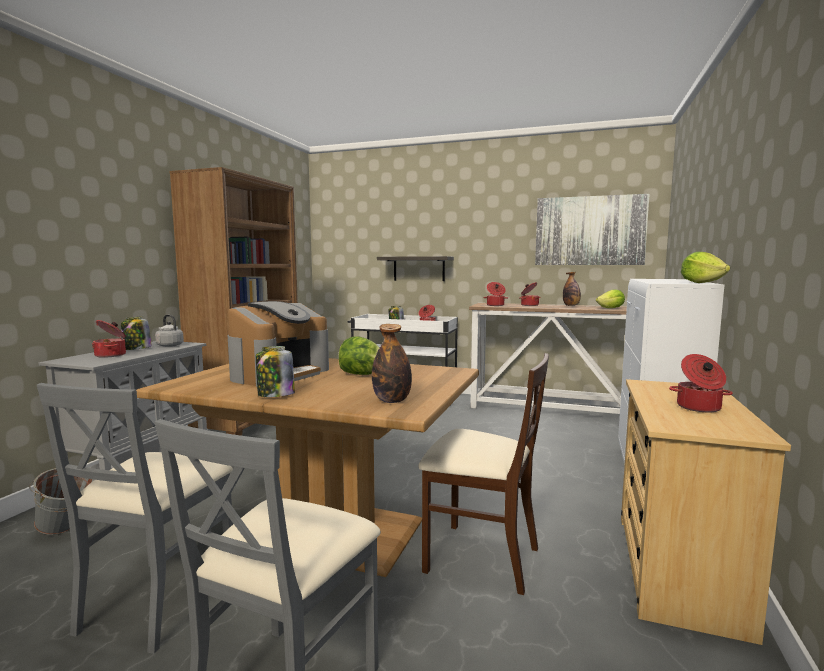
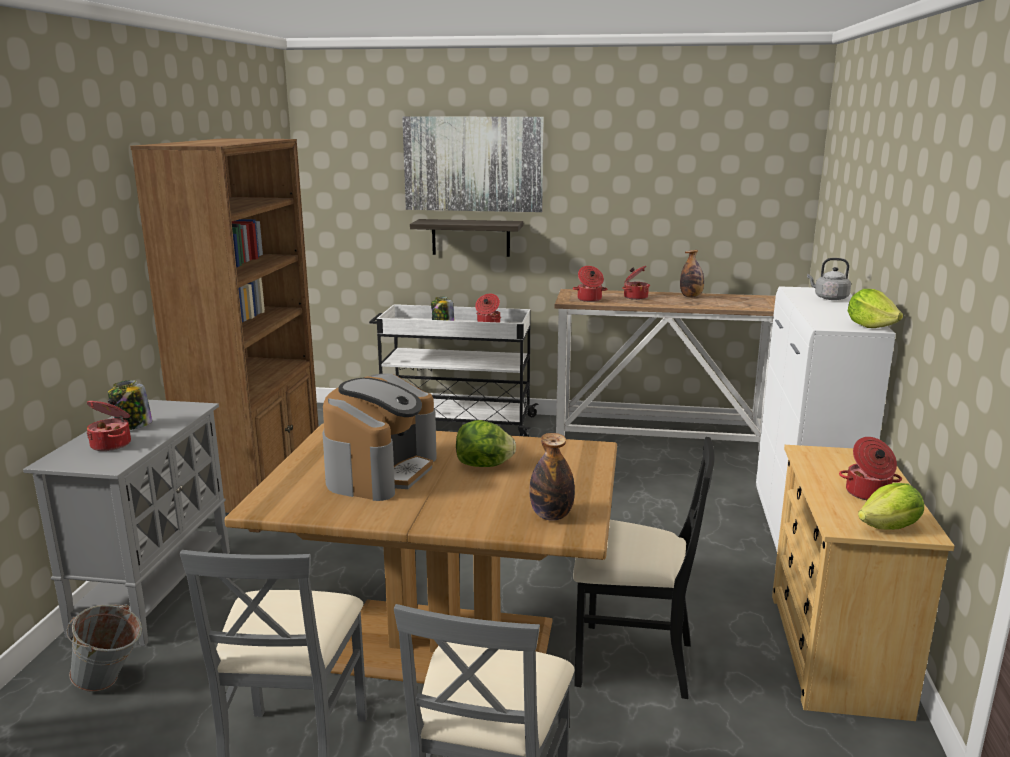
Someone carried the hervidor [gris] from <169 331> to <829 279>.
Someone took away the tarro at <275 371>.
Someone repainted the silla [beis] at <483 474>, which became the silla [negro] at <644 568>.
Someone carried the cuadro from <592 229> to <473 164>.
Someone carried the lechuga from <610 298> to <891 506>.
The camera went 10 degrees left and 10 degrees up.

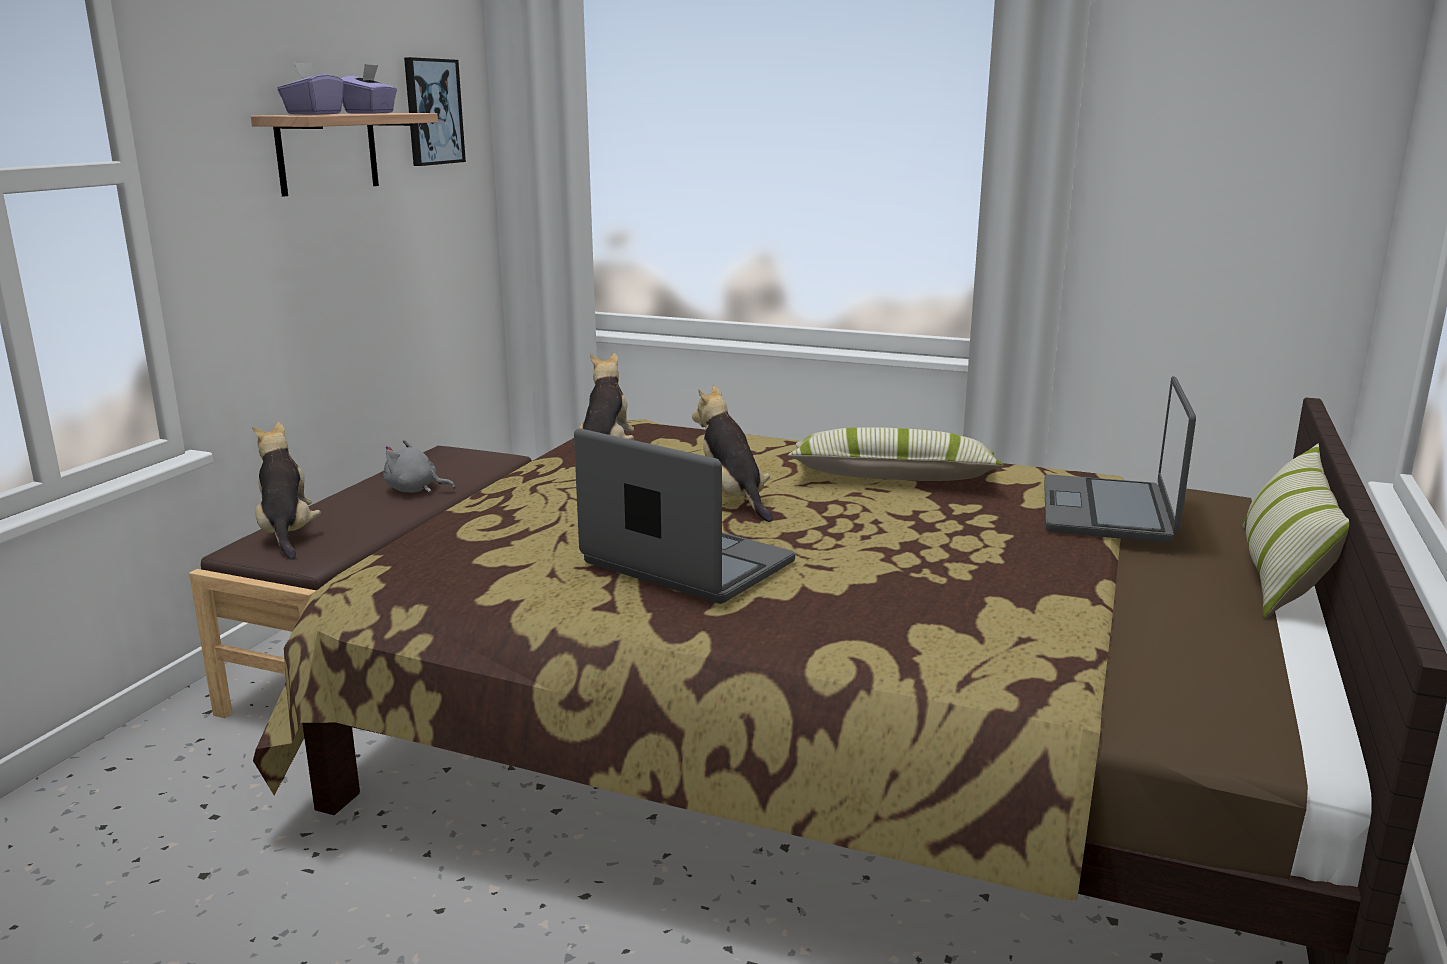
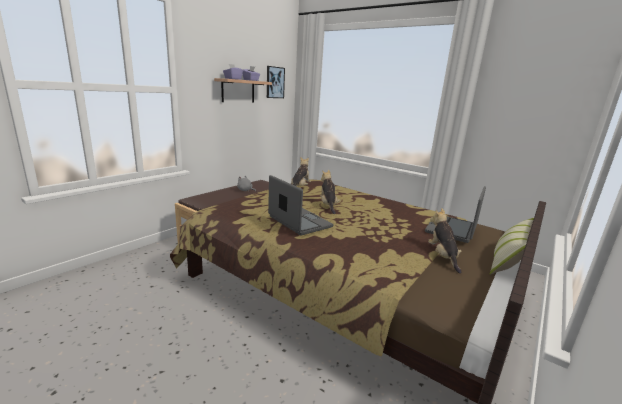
Someone carried the peluche from <286 490> to <444 241>.
Someone took away the cojín at <896 454>.
The camera went 15 degrees right and 0 degrees up.

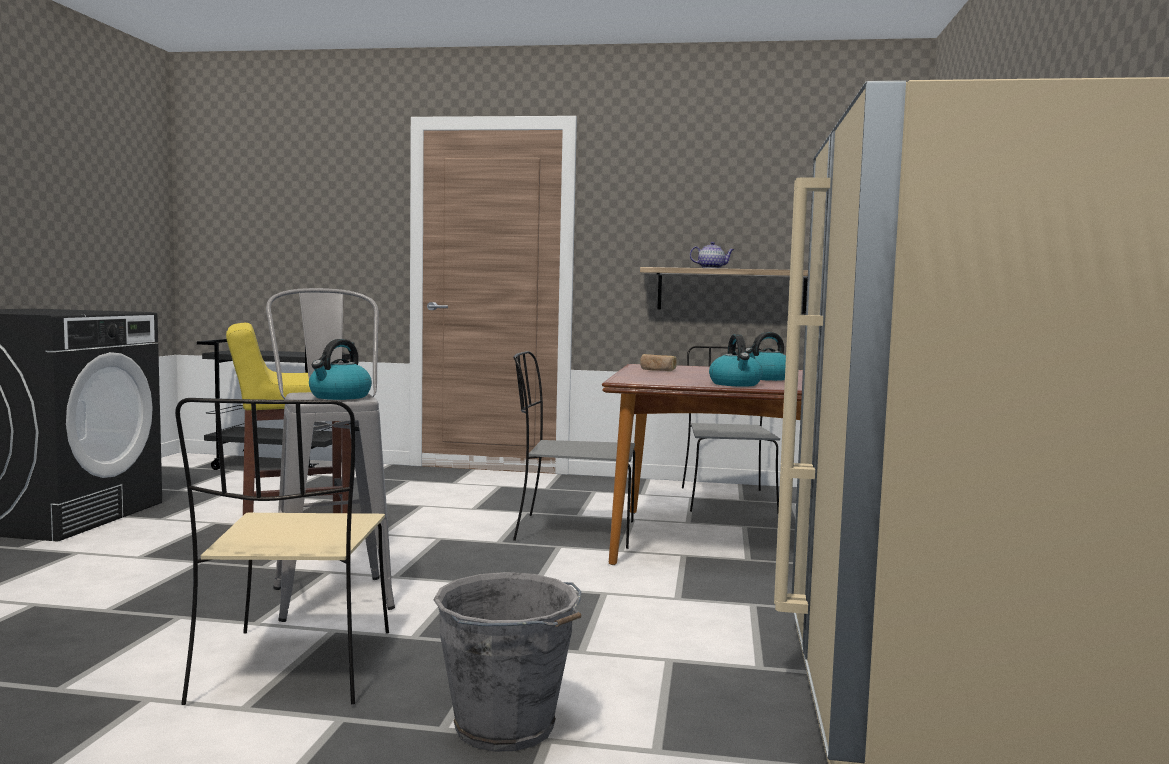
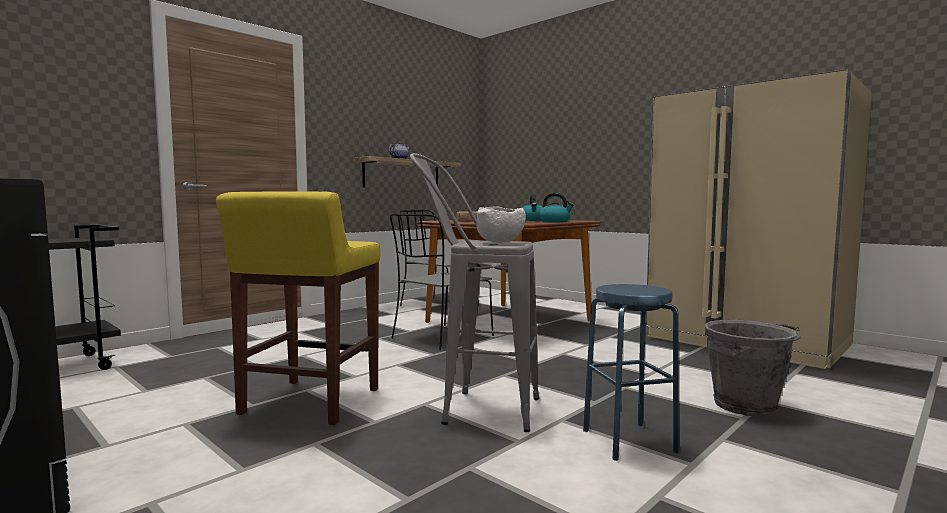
Someone swapped the silla [beis] at <282 551> for the taburete [azul] at <631 372>.
Someone swapped the hervidor at <340 369> for the cuenco [blanco] at <501 225>.
The camera went 55 degrees left and 0 degrees up.

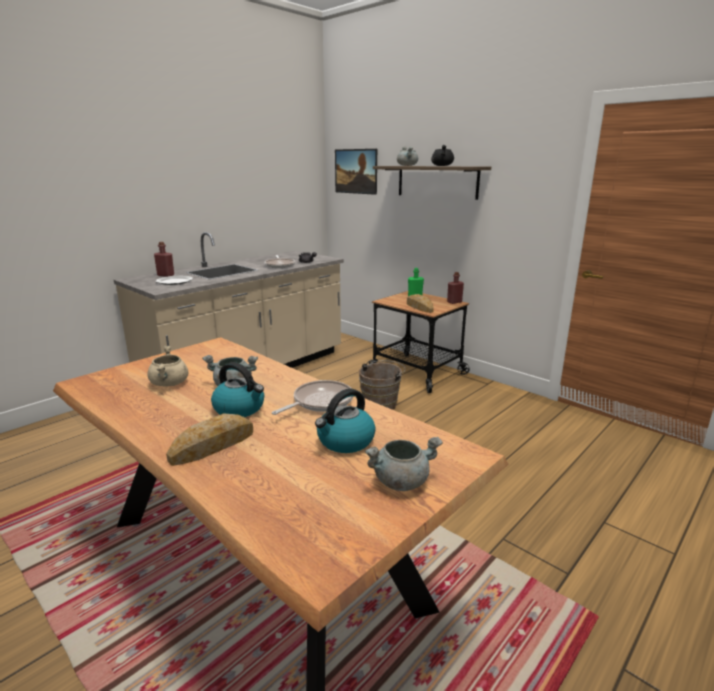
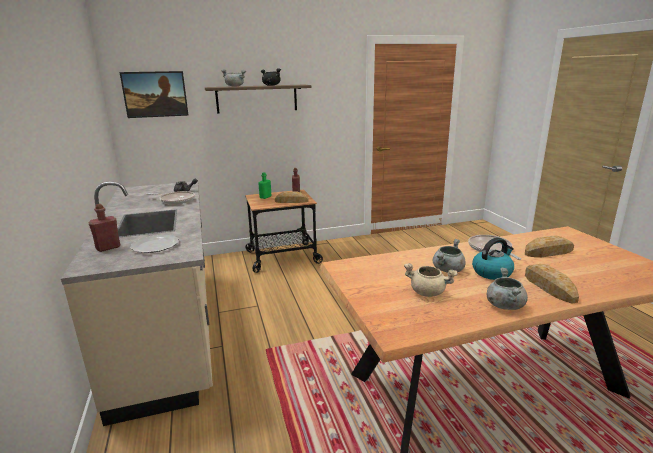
Someone swapped the hervidor at <345 421> for the pan at <549 246>.
Someone took away the cubo [marrón] at <382 385>.
Someone carried the olla [gris] from <404 464> to <507 289>.
The camera went 60 degrees left and 0 degrees up.

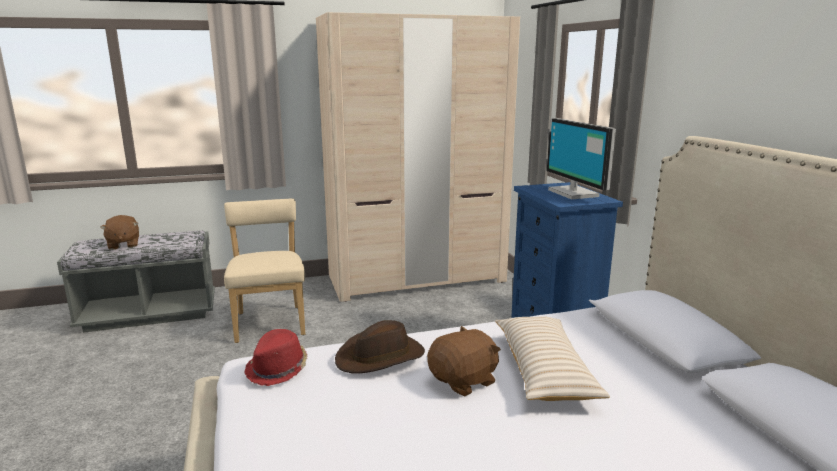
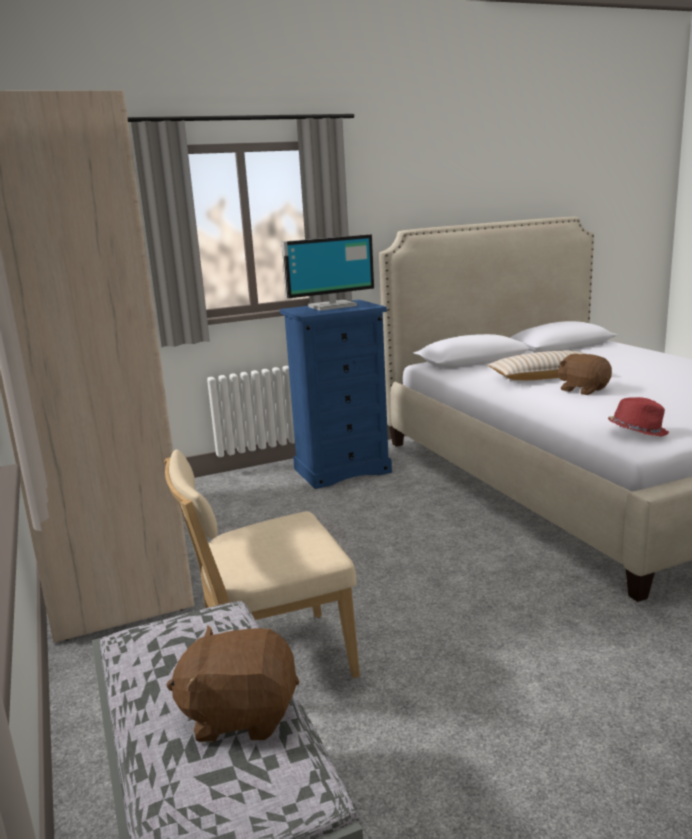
Someone rotated the peluche [marrón] at <119 232> by 150 degrees counterclockwise.
Someone took away the sombrero [marrón] at <380 347>.
The camera went 95 degrees left and 0 degrees up.

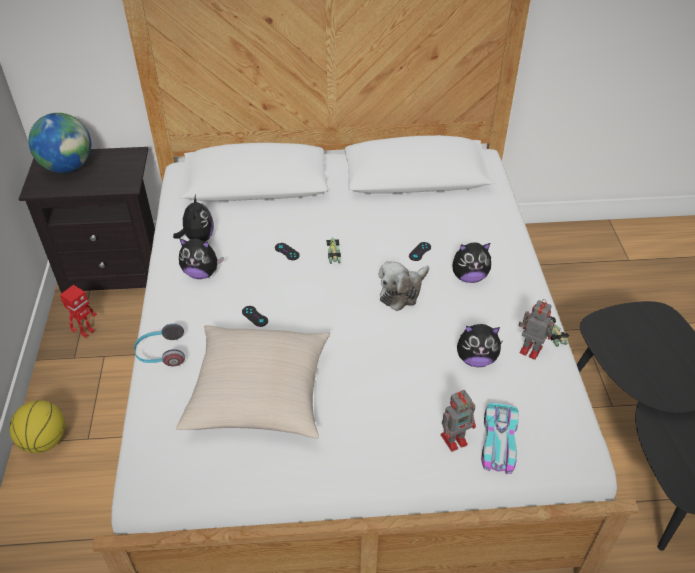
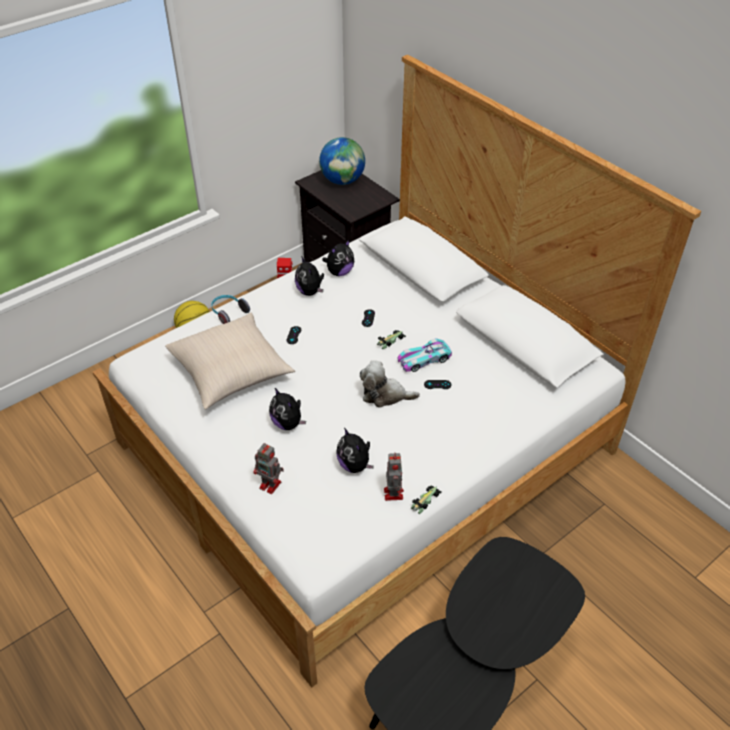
Someone carried the peluche from <471 262> to <287 409>.
Someone carried the coche de juguete from <500 438> to <425 355>.
The camera went 55 degrees right and 0 degrees up.

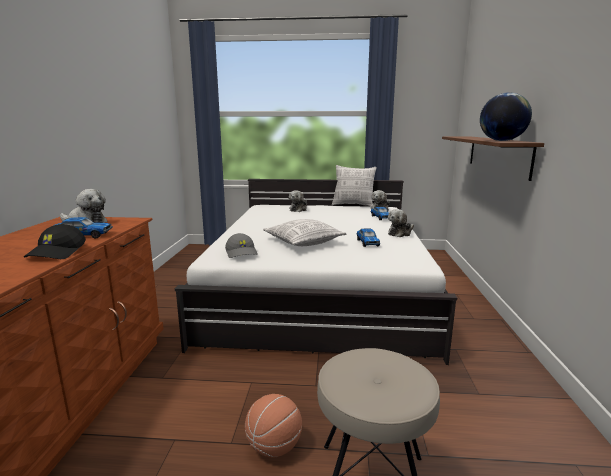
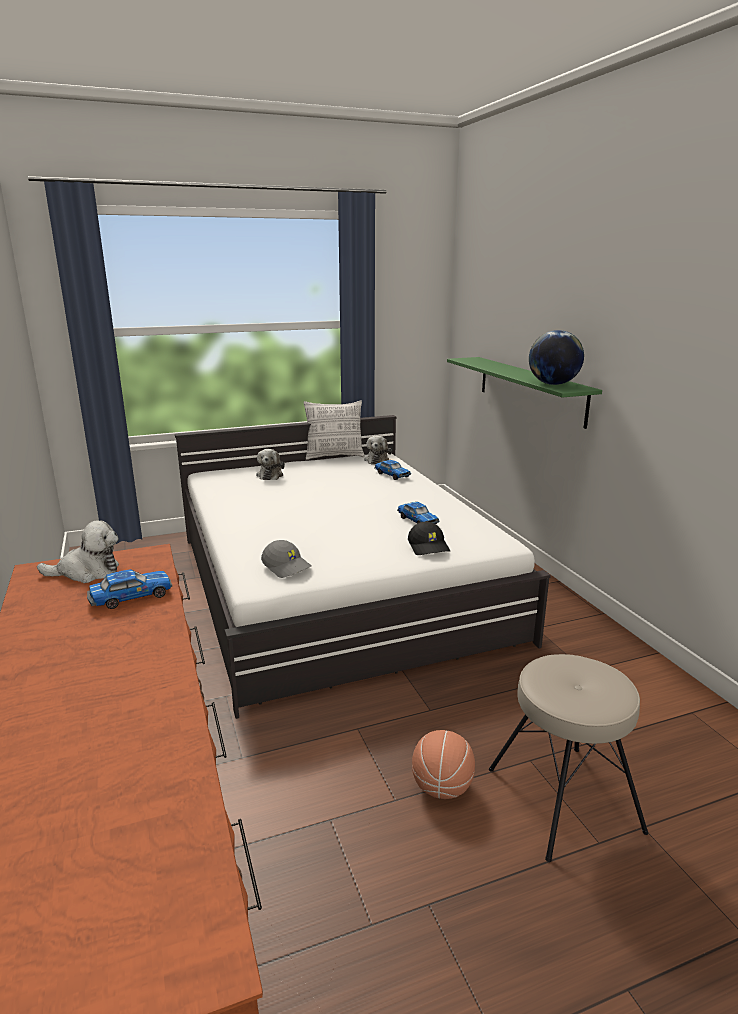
Someone carried the gorra [negro] from <55 241> to <429 538>.
Someone took away the cojín at <304 232>.
Someone took away the peluche at <401 223>.
Someone repainted the estante [marrón] at <493 158>, which became the estante [verde] at <524 393>.
The camera went 25 degrees left and 5 degrees up.

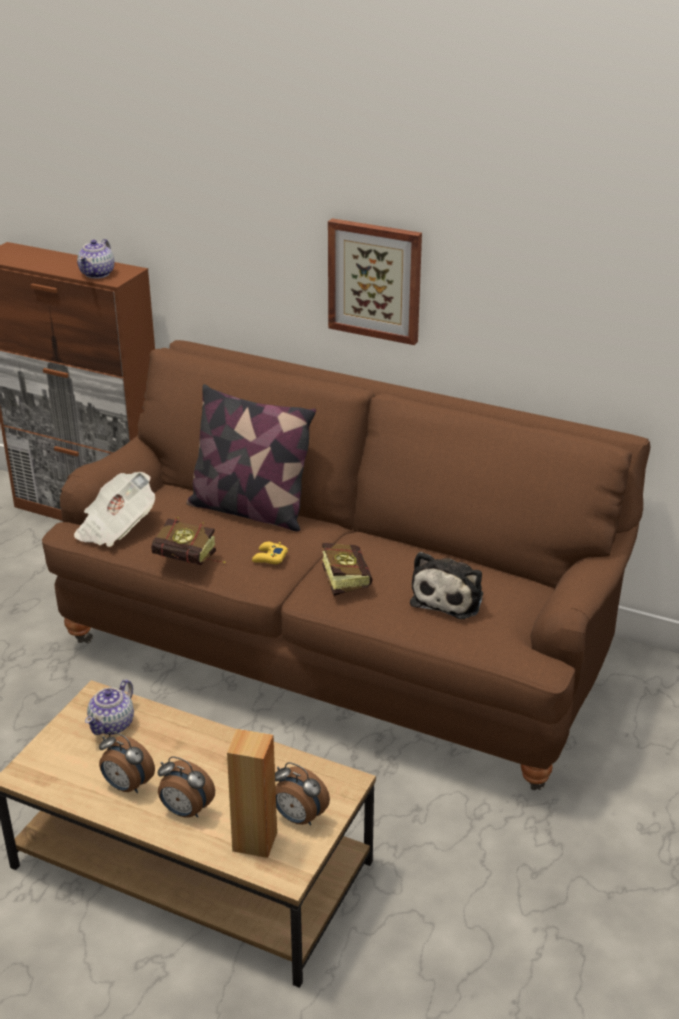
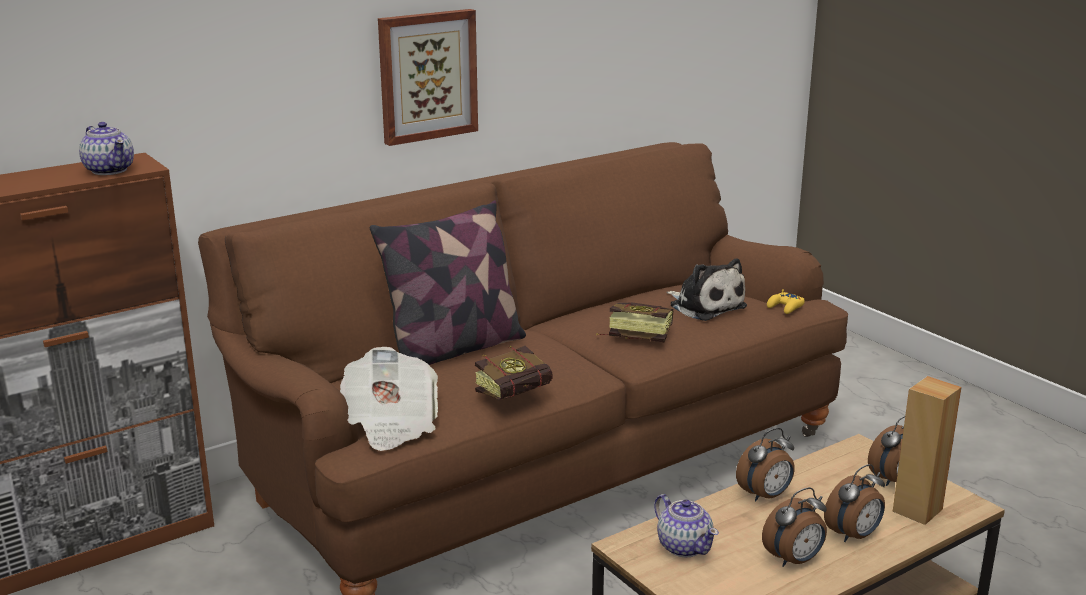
Someone carried the mando de consola [amarillo] from <270 553> to <786 301>.
Someone put down the despertador at <765 465>.
The camera went 60 degrees left and 10 degrees down.

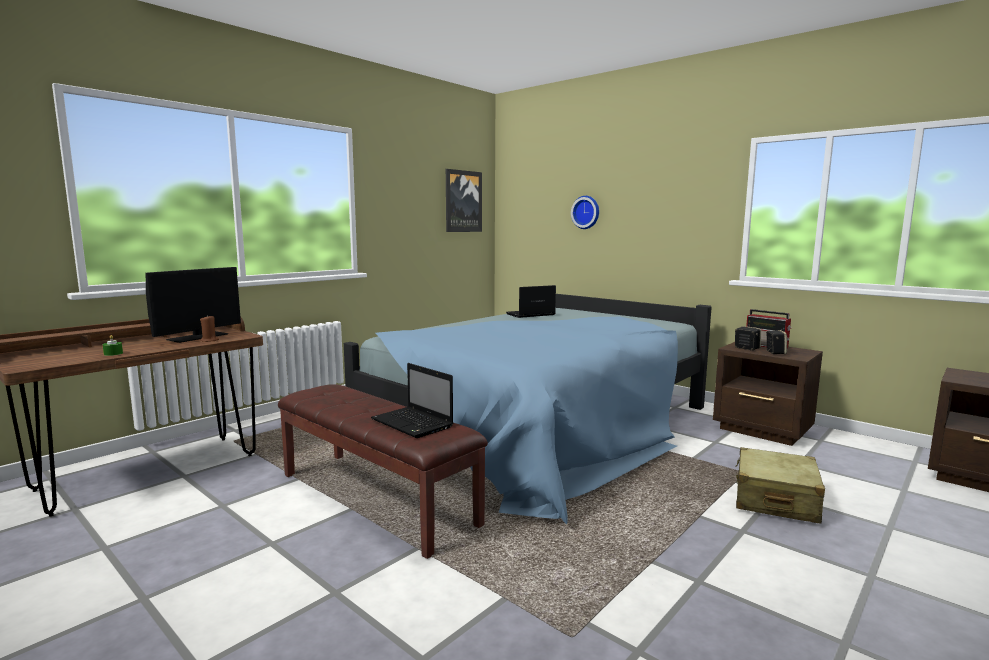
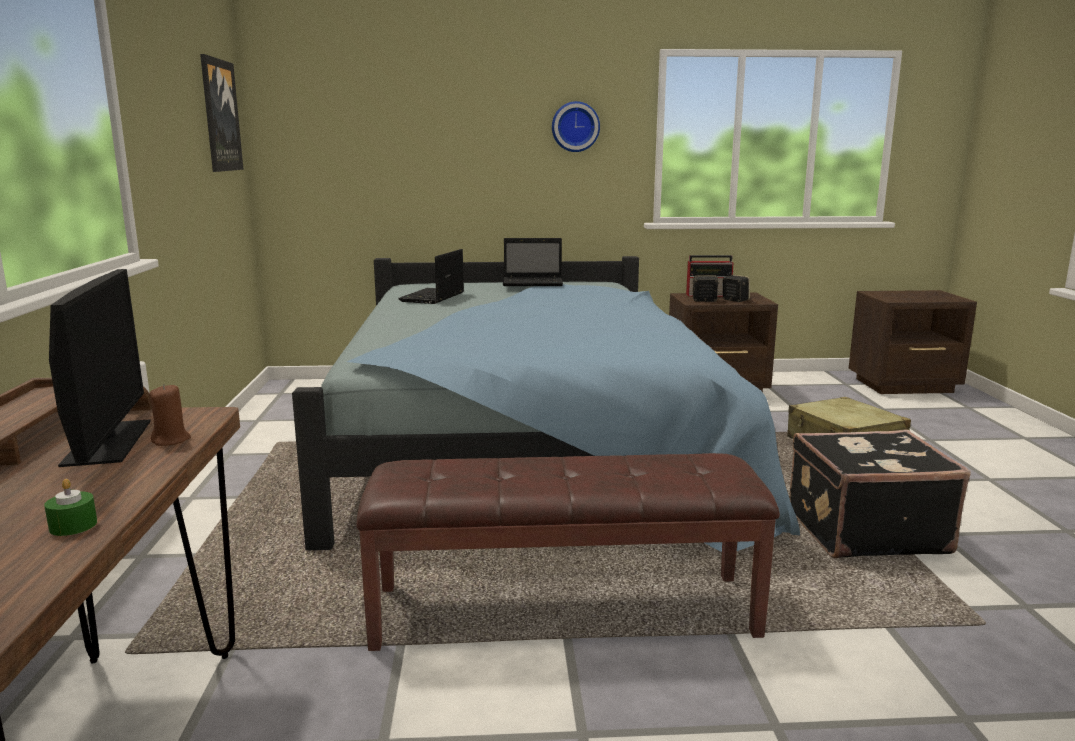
Someone carried the portátil from <412 400> to <533 262>.
Someone carried the reloj de pared from <585 212> to <576 126>.
Someone put down the maleta [negro] at <880 494>.
The camera went 45 degrees left and 5 degrees up.

